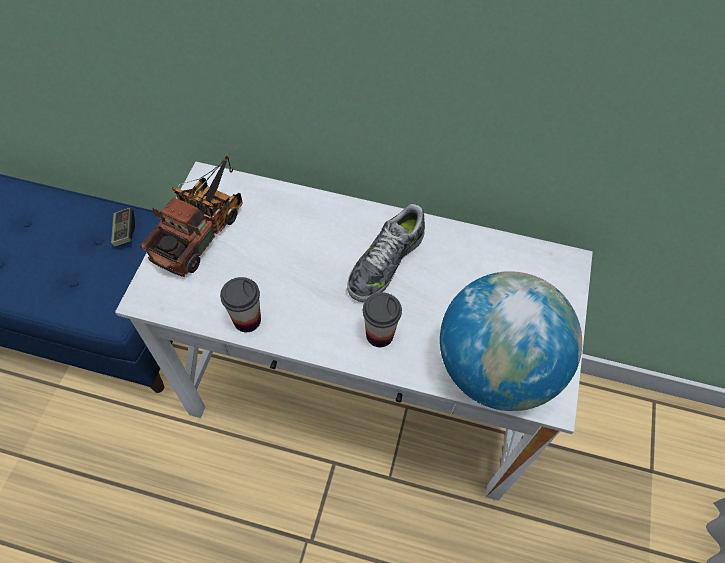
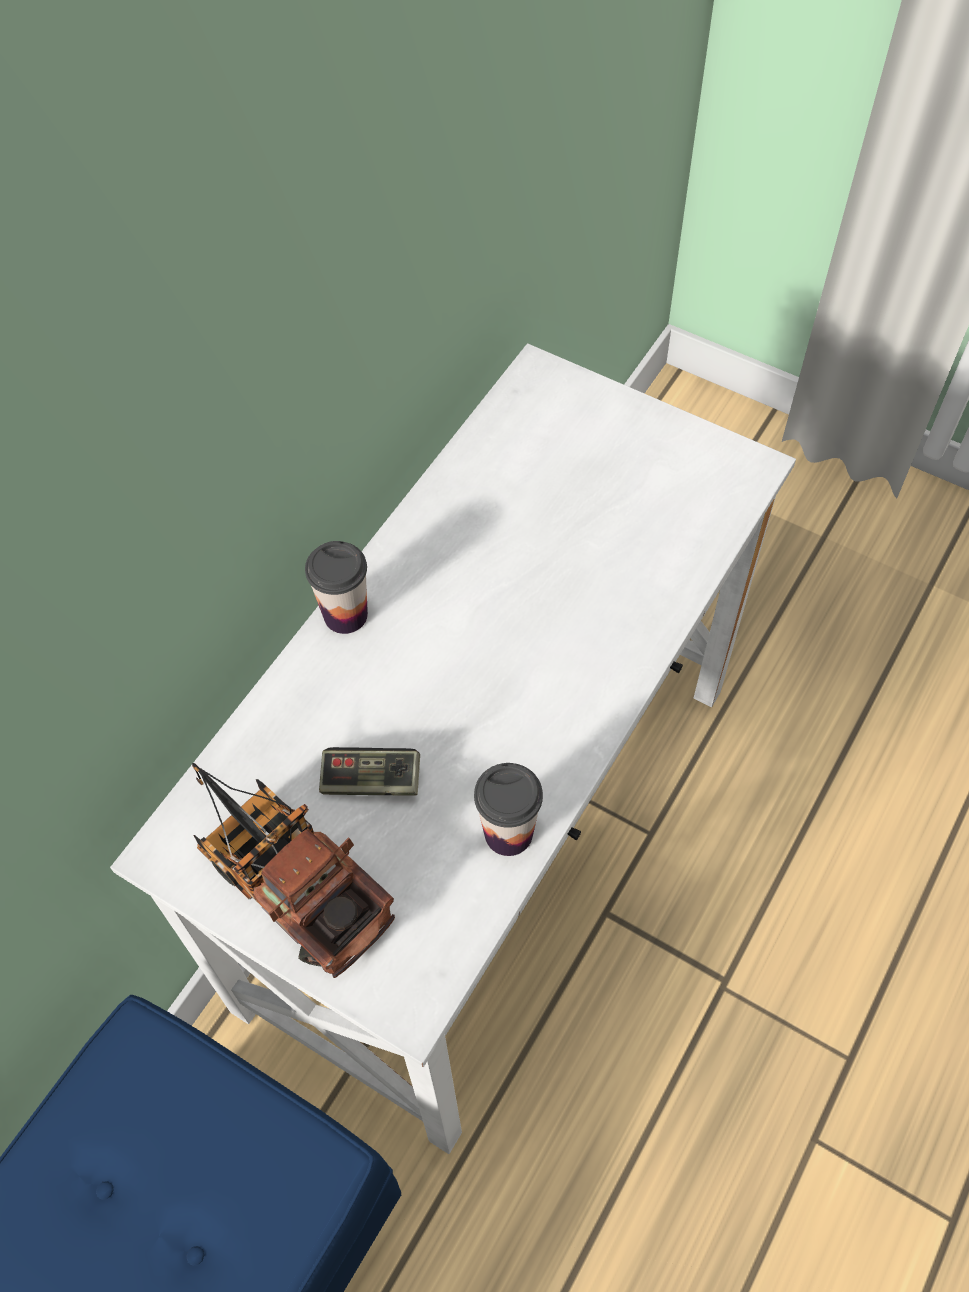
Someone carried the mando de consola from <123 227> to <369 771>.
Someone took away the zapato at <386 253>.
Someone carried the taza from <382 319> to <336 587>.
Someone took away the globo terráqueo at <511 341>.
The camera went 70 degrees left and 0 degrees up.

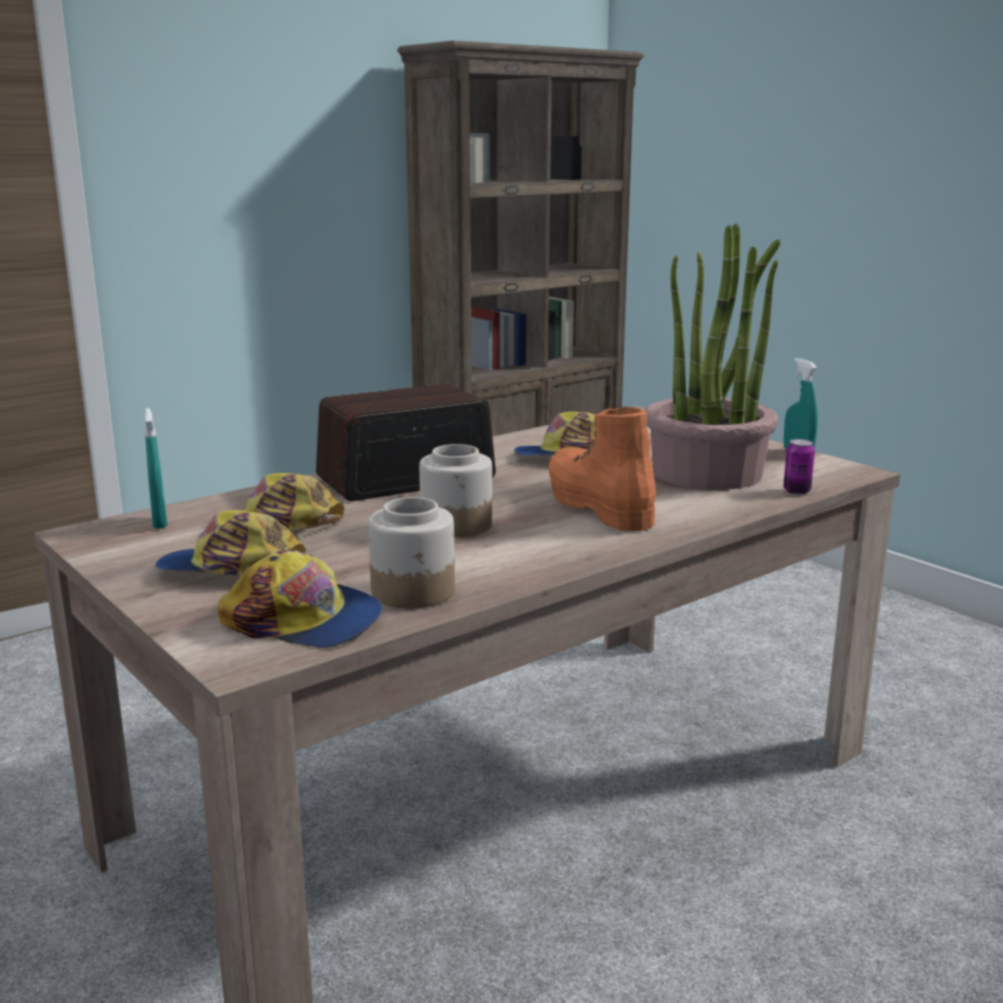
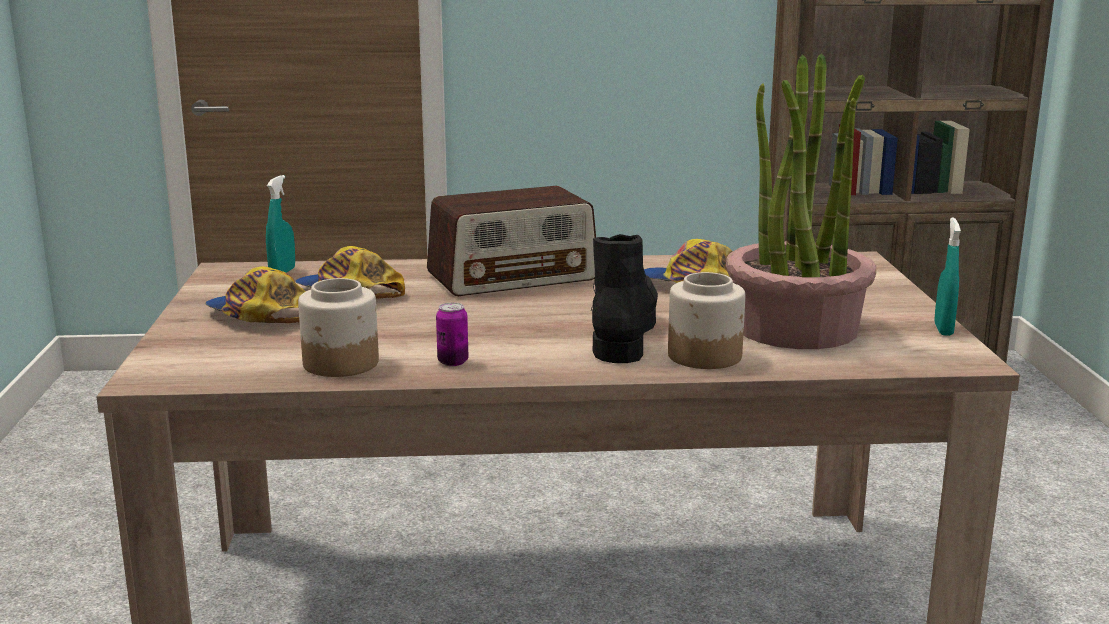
Someone took away the gorra at <299 599>.
Someone rotated the radio at <406 442> by 150 degrees clockwise.
Someone carried the tarro from <455 490> to <706 320>.
Someone repainted the bota [naranja] at <602 469>, which became the bota [negro] at <624 298>.
Someone carried the lata from <799 467> to <452 334>.
The camera went 35 degrees right and 0 degrees up.

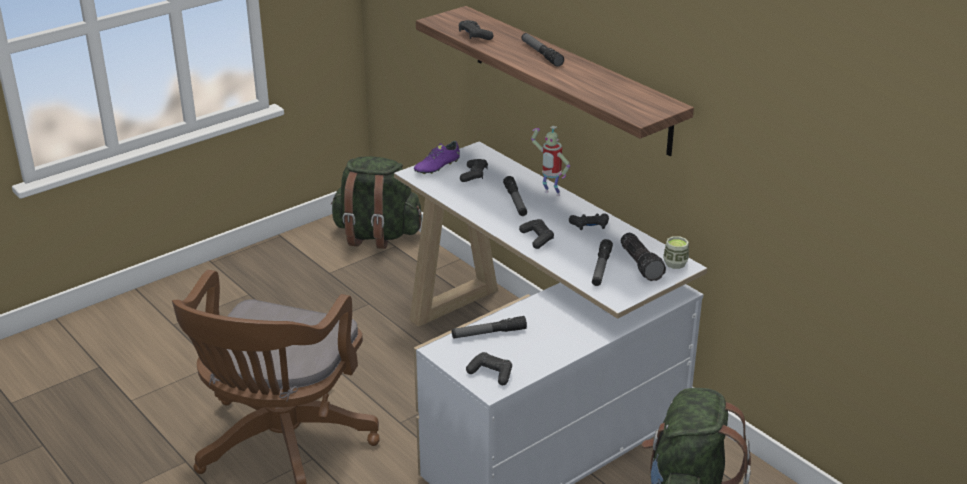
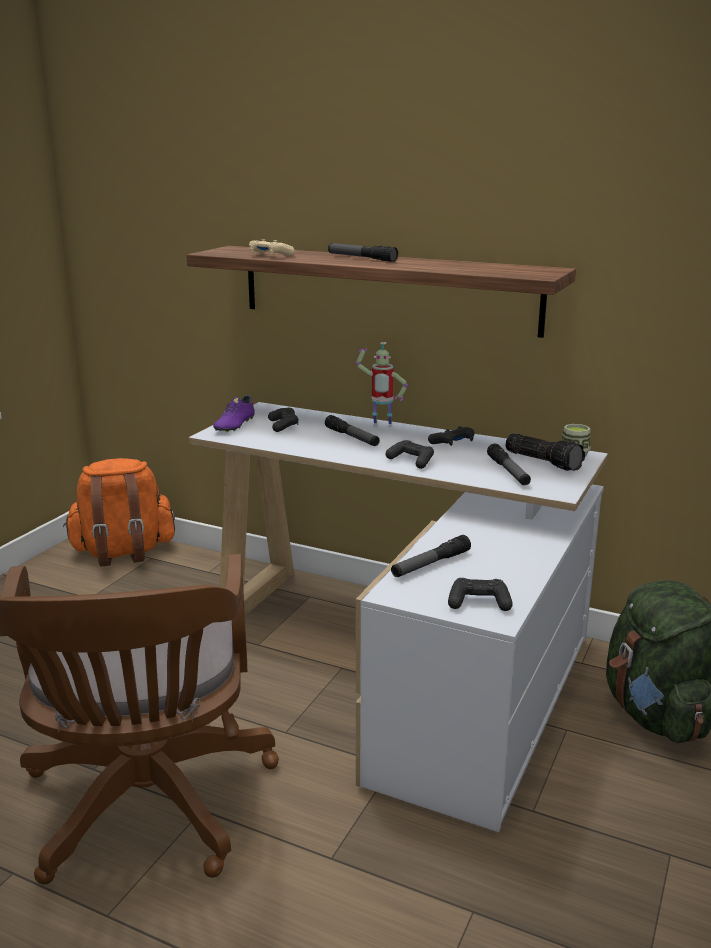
Someone repainted the mochila [verde] at <376 202>, which became the mochila [naranja] at <119 512>.
Someone repainted the mando de consola [negro] at <476 30>, which became the mando de consola [beis] at <272 248>.
The camera went 25 degrees left and 10 degrees down.

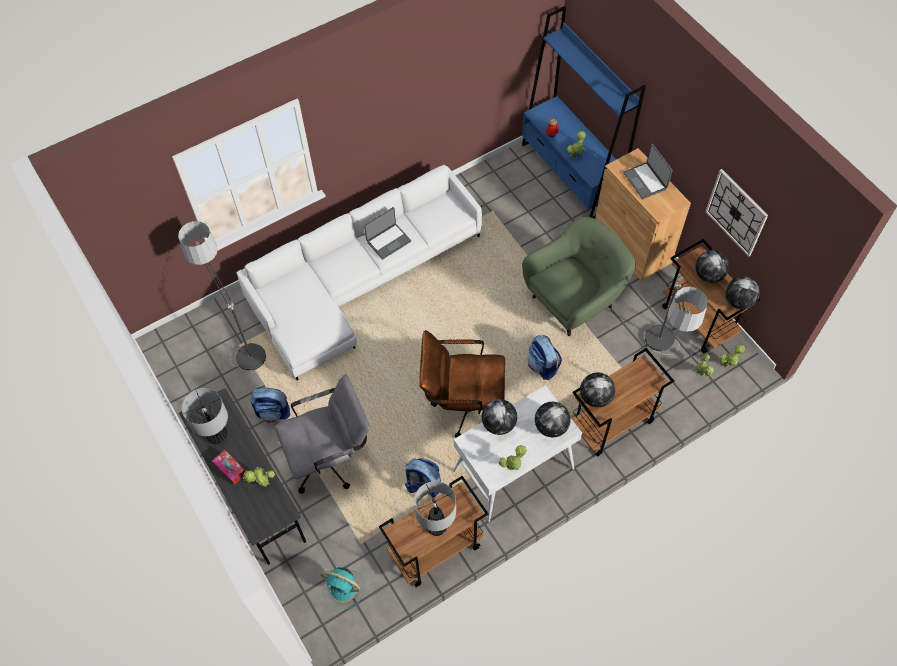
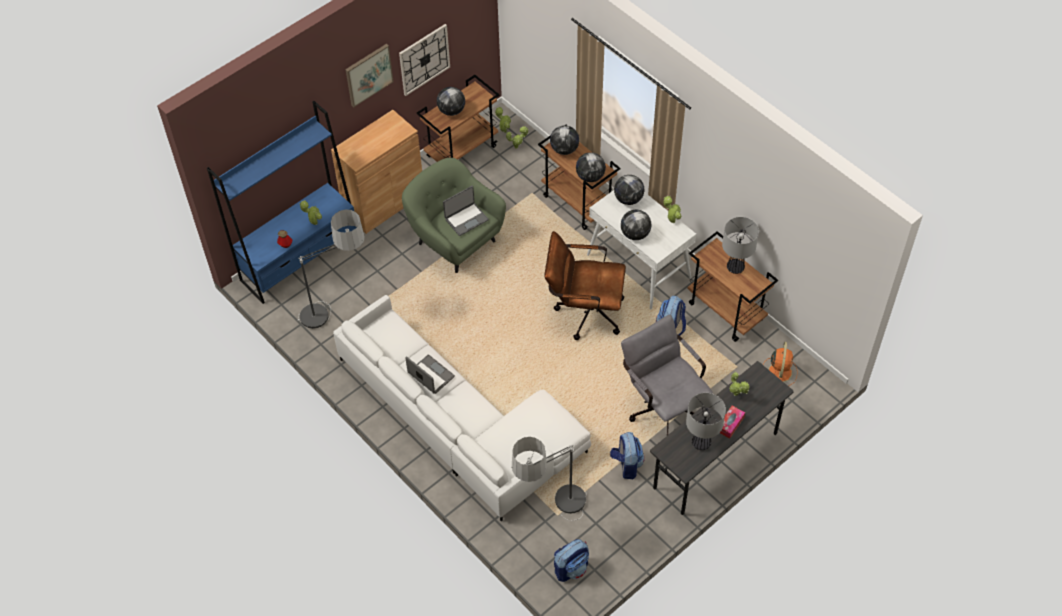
Someone repainted the ventilador [turquesa] at <343 588>, which became the ventilador [naranja] at <780 364>.
Someone rotated the silla de oficina [marrón] at <462 384> by 105 degrees clockwise.
Someone carried the mochila from <545 357> to <571 560>.
Someone carried the portátil from <648 171> to <466 211>.
Someone carried the lámpara de pie from <676 318> to <331 269>.
Someone carried the globo terráqueo from <742 292> to <564 140>.
Someone put up the cuadro at <369 75>.
The camera went 100 degrees left and 5 degrees down.

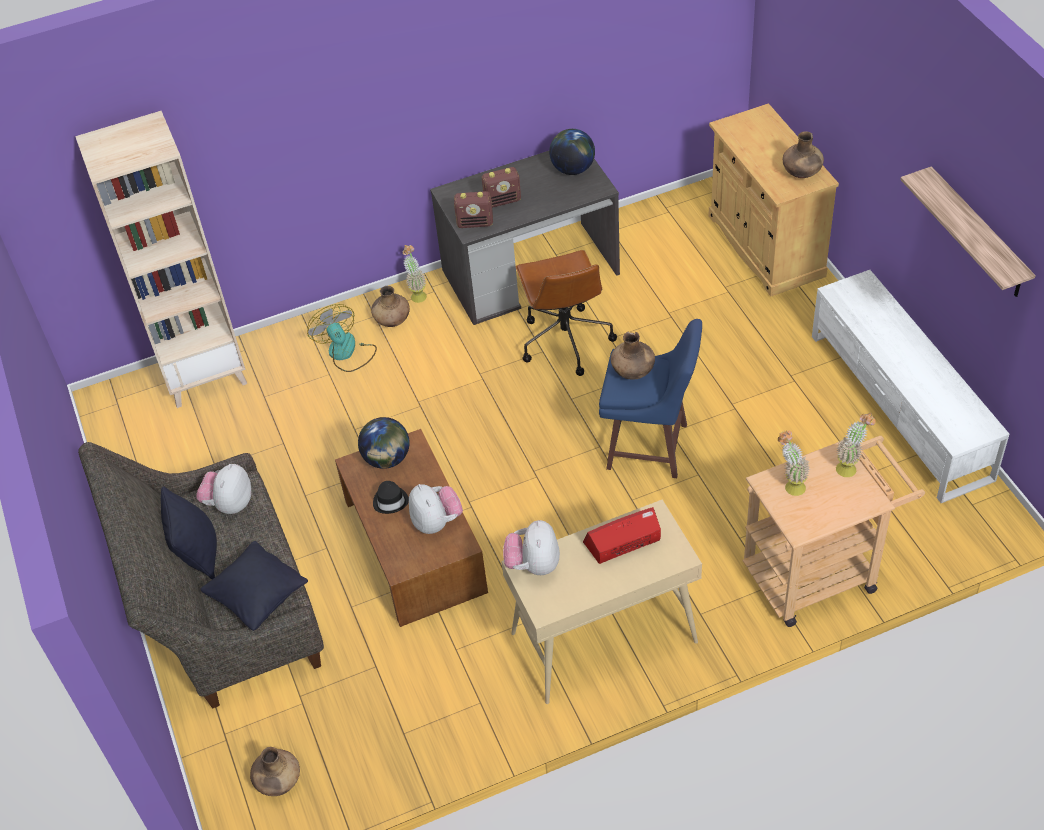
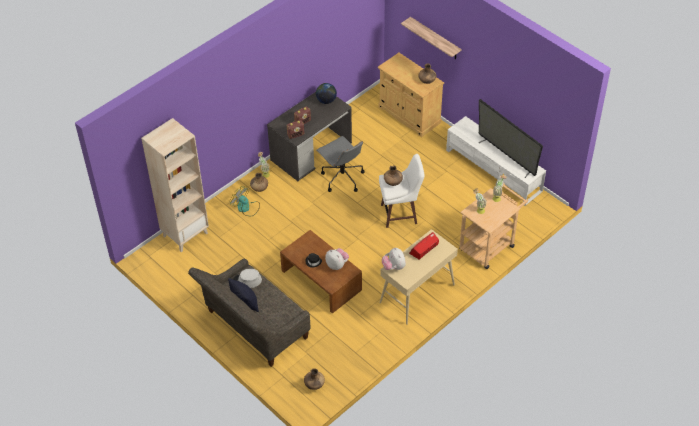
Someone swapped the peluche at <223 489> for the sombrero [gris] at <247 278>.
Someone took away the cojín [negro] at <254 586>.
Someone took away the globo terráqueo at <384 443>.
Someone repainted the silla de oficina [marrón] at <566 313>, which became the silla de oficina [gris] at <340 164>.
Someone repainted the taburete [azul] at <650 398>, which became the taburete [blanco] at <402 191>.
Someone carried the estante from <968 231> to <431 38>.
Someone put down the televisor at <511 138>.
The camera went 25 degrees left and 0 degrees up.

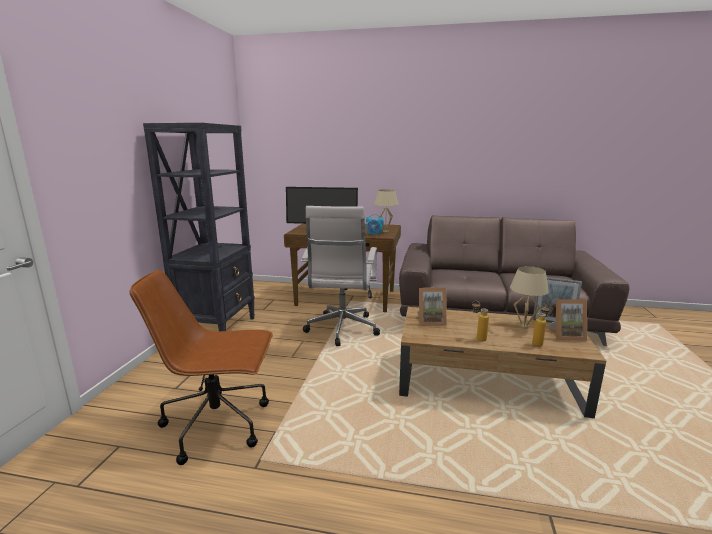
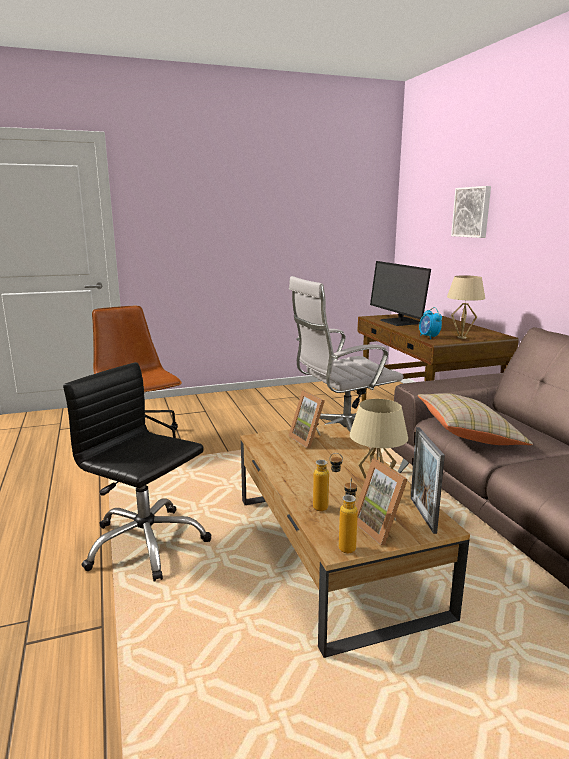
Someone took away the estantería [negro] at <199 227>.
Someone carried the botella from <480 321> to <348 515>.
Someone put down the silla de oficina [negro] at <137 472>.
Someone put down the cojín [beis] at <475 419>.
Someone put up the cuadro at <471 212>.
The camera went 60 degrees right and 0 degrees up.

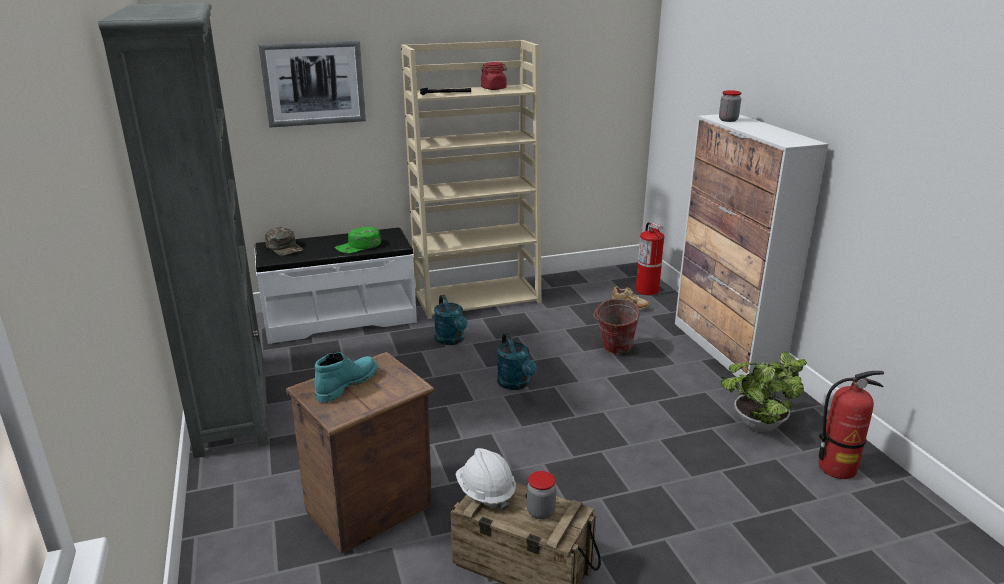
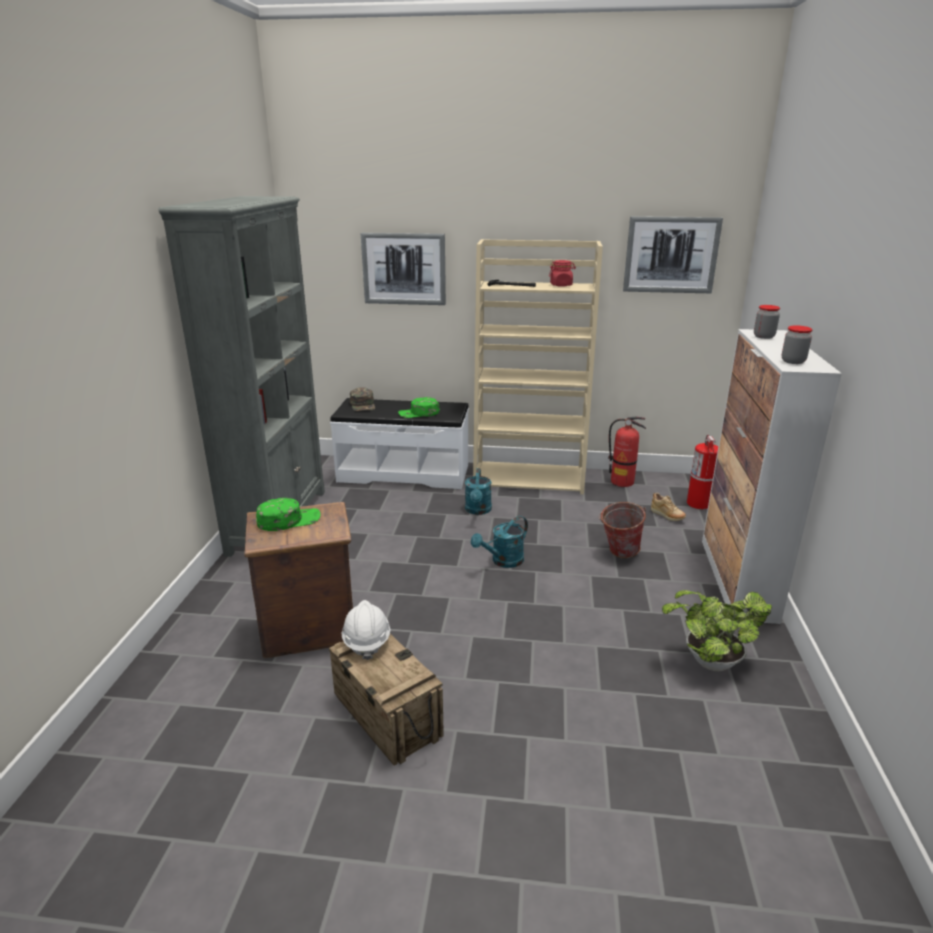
Someone swapped the bota [turquesa] at <345 377> for the gorra [verde] at <288 514>.
Someone rotated the regadera [turquesa] at <517 361> by 45 degrees clockwise.
Someone carried the tarro from <541 495> to <797 344>.
Someone carried the extintor from <851 425> to <627 452>.
Someone put up the cuadro at <673 254>.
The camera went 25 degrees right and 0 degrees up.

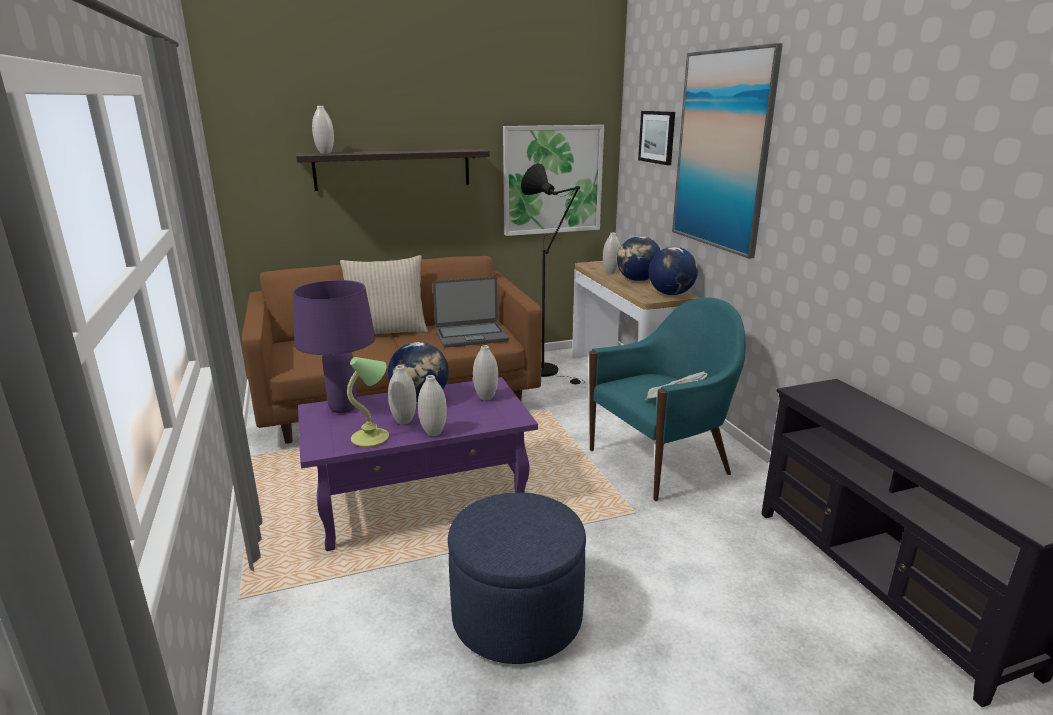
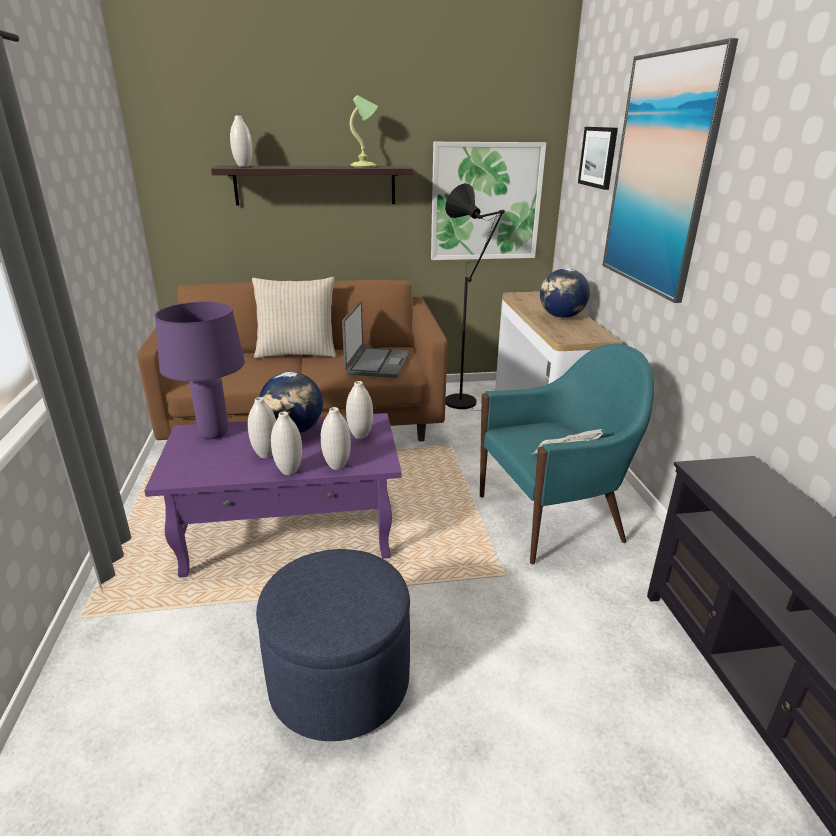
Someone carried the lámpara de mesa from <368 402> to <364 131>.
Someone rotated the portátil at <471 312> by 75 degrees counterclockwise.
Someone carried the florero [blanco] from <612 253> to <336 438>.
Someone took away the globo terráqueo at <673 271>.
The camera went 10 degrees right and 5 degrees up.

